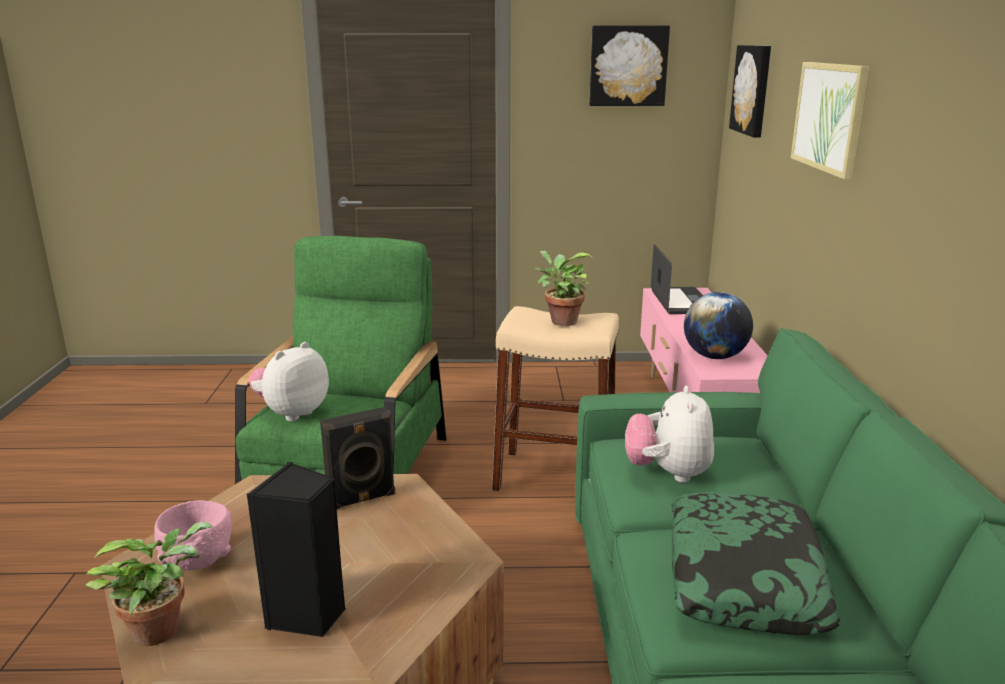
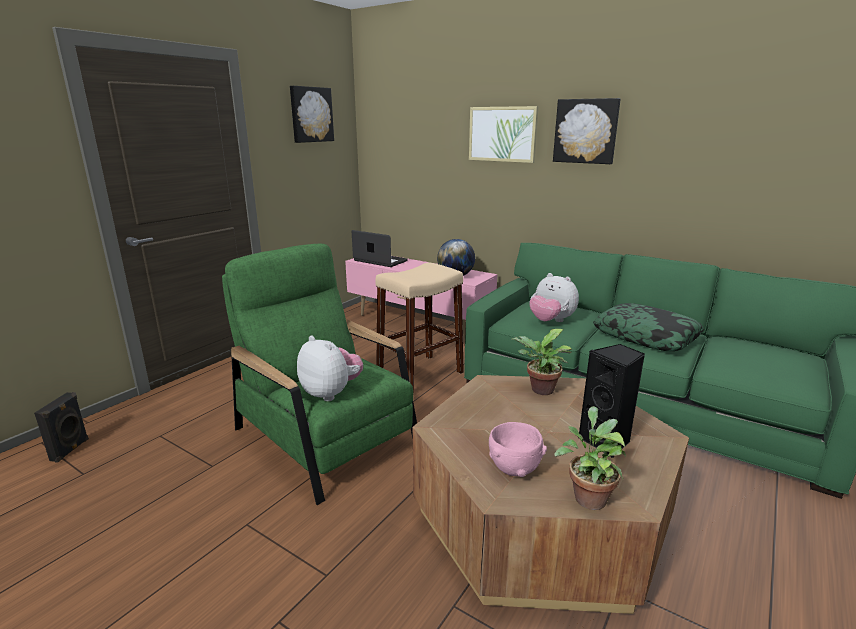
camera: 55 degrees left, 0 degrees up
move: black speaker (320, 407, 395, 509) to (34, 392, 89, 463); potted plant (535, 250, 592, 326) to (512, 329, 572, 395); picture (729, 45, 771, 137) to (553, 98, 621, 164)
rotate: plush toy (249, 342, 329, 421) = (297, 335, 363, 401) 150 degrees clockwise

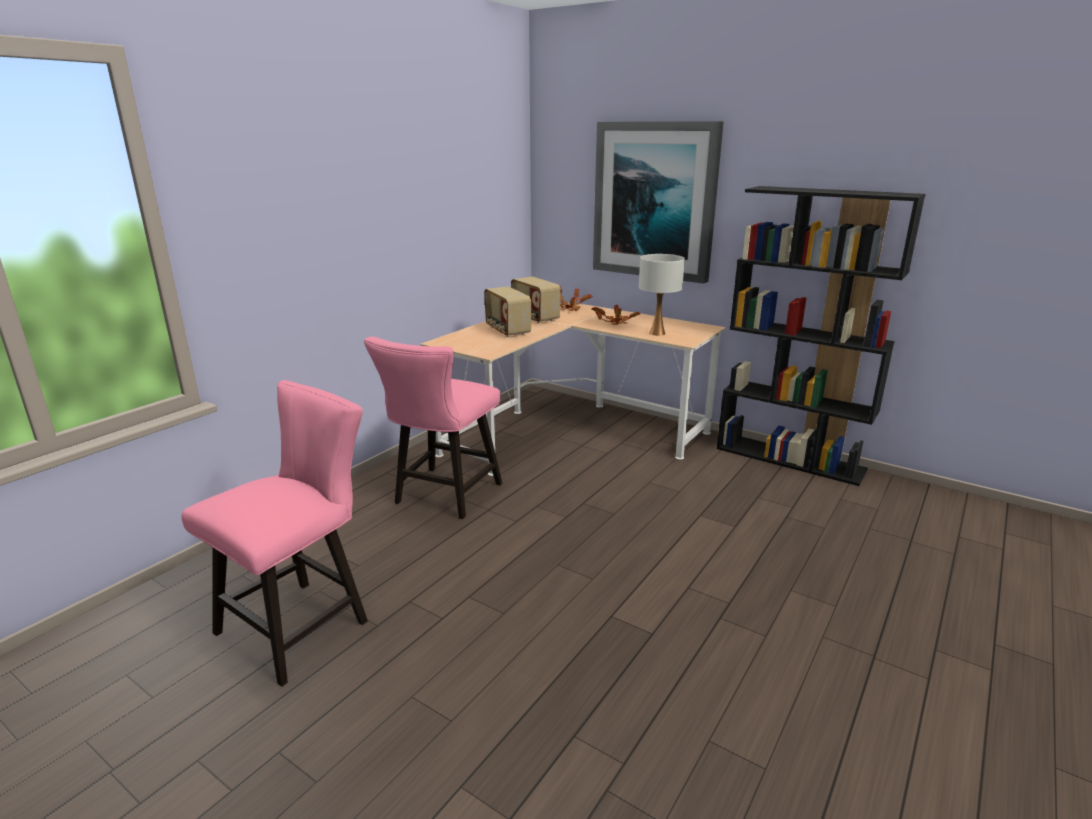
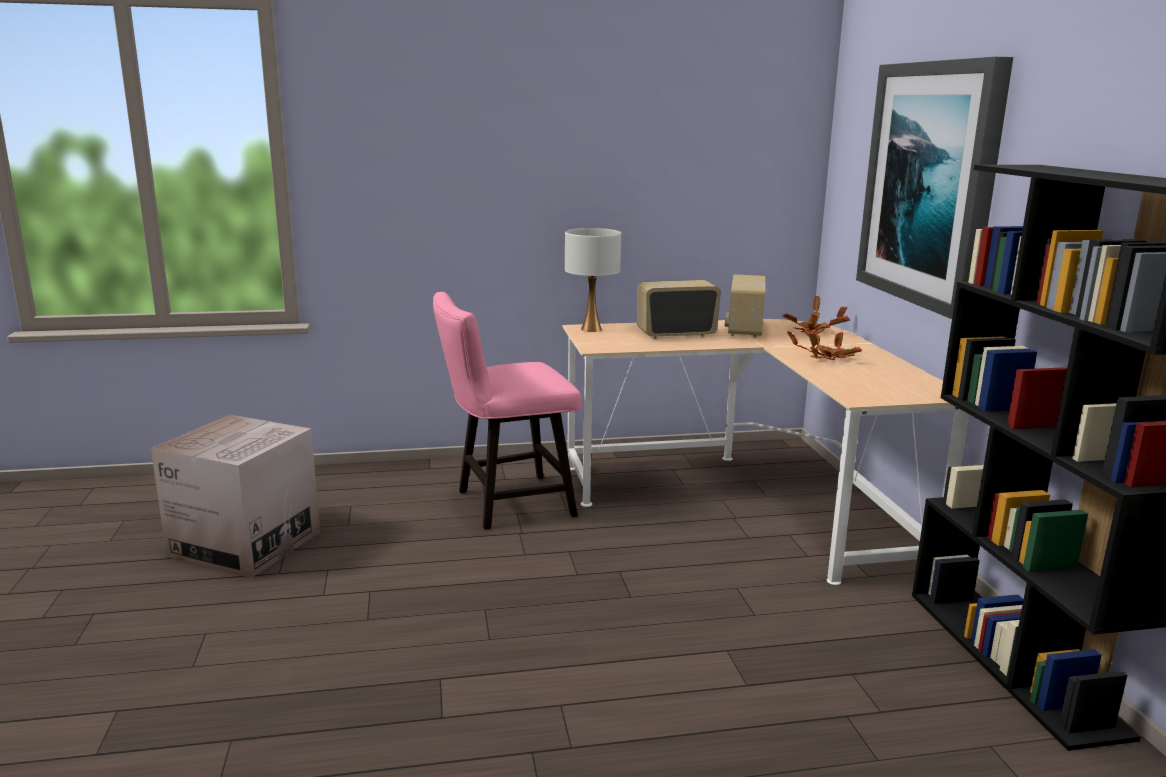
camera: 45 degrees right, 5 degrees down
move: white table lamp (639, 254, 685, 336) to (565, 228, 621, 332)
replace: pink chair (181, 380, 368, 687) to cardboard box (151, 415, 320, 578)
rotate: radio (484, 286, 531, 337) = (637, 280, 721, 339) 60 degrees clockwise

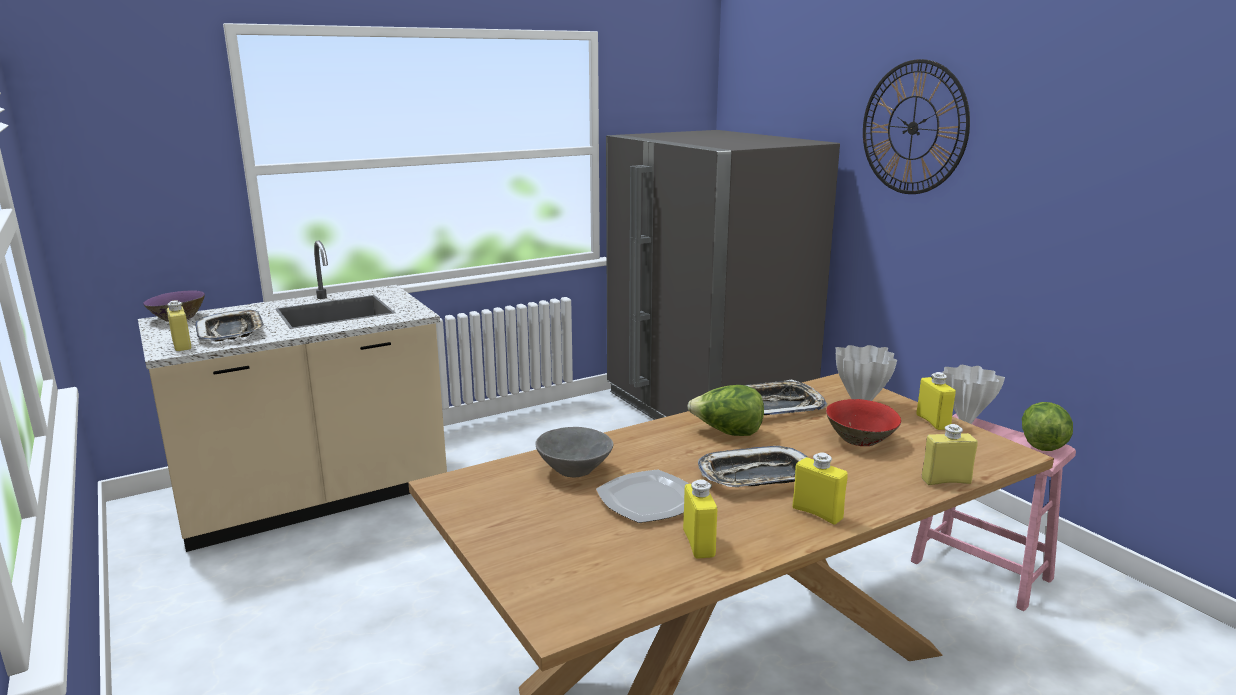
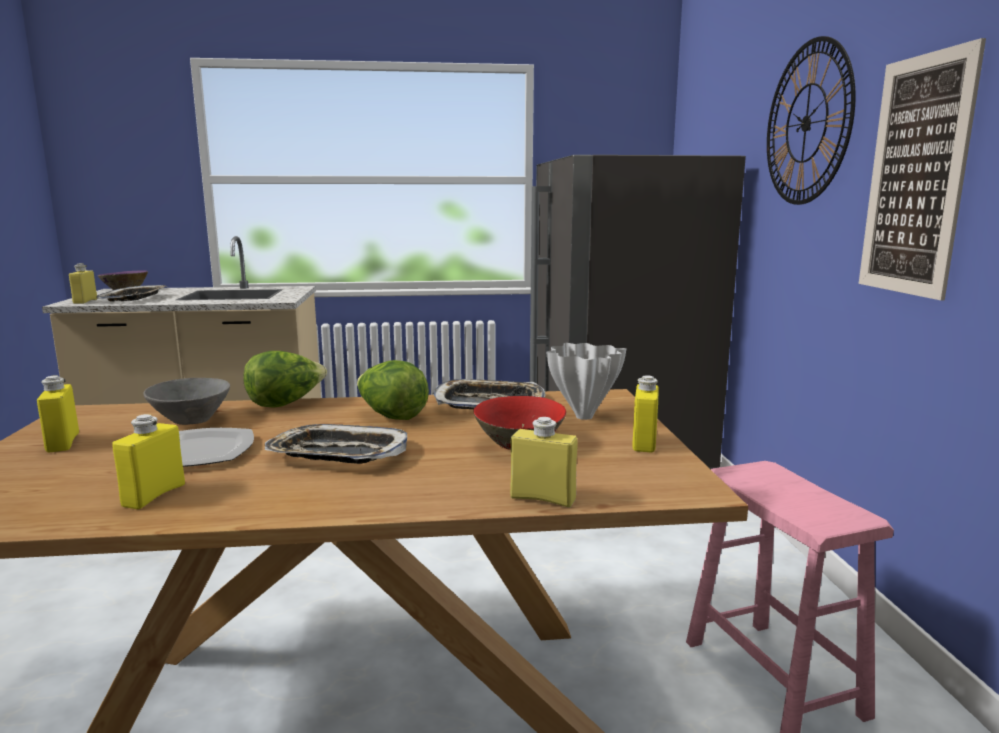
camera: 25 degrees right, 5 degrees down
delete: white vase (942, 365, 1005, 424)
insert: picture (859, 38, 986, 301)
move: yellow bottle (793, 452, 848, 525) to (37, 375, 79, 452); lettuce (1022, 402, 1073, 451) to (243, 351, 327, 408)

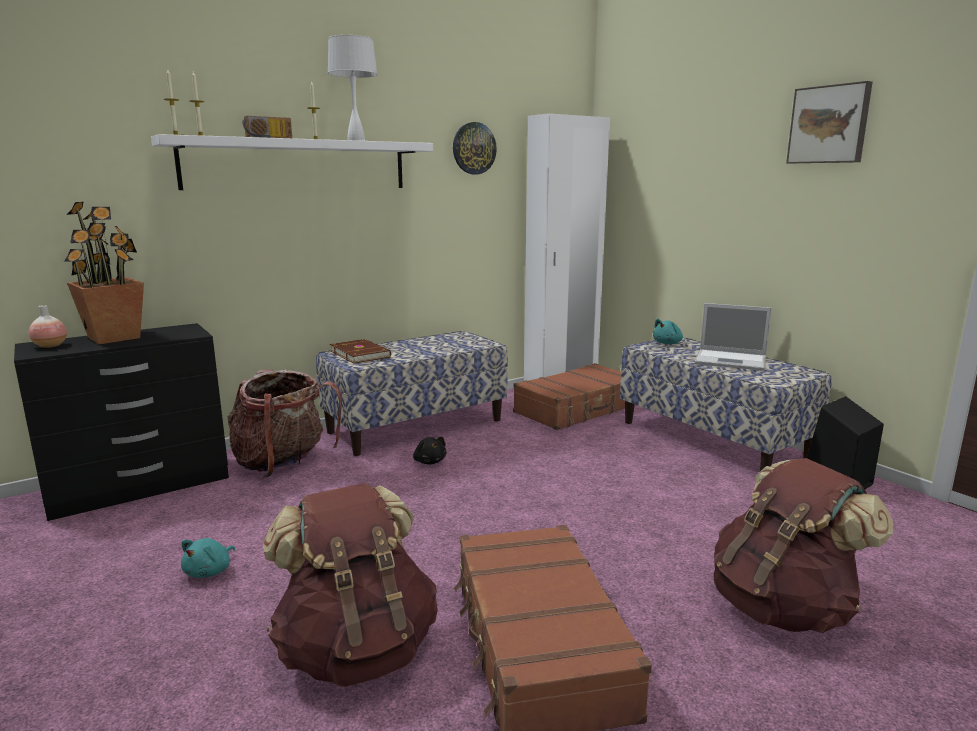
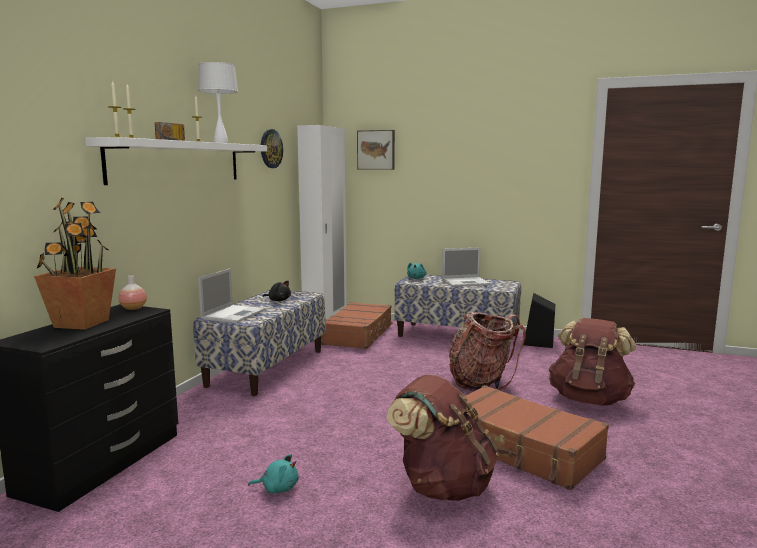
camera: 35 degrees left, 5 degrees down
move: vase (29, 305, 67, 348) to (118, 275, 147, 310); black plush toy (413, 437, 447, 464) to (263, 281, 291, 301); picture (786, 81, 873, 163) to (357, 130, 395, 170); backpack (228, 369, 342, 478) to (449, 312, 526, 391)
replace: brown book (330, 339, 391, 364) to laptop (198, 268, 265, 323)
rotate: turquoise plush toy (181, 538, 235, 578) = (248, 454, 299, 494) 75 degrees counterclockwise

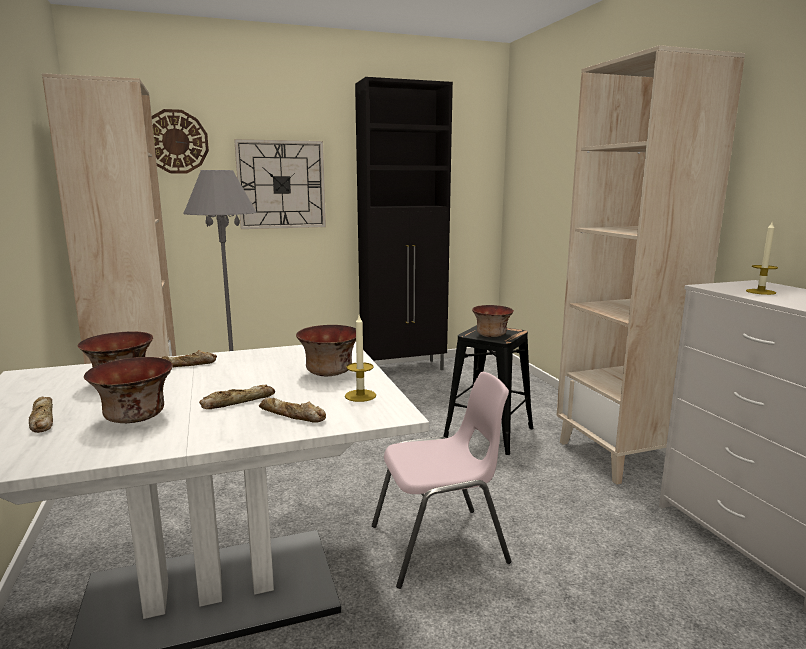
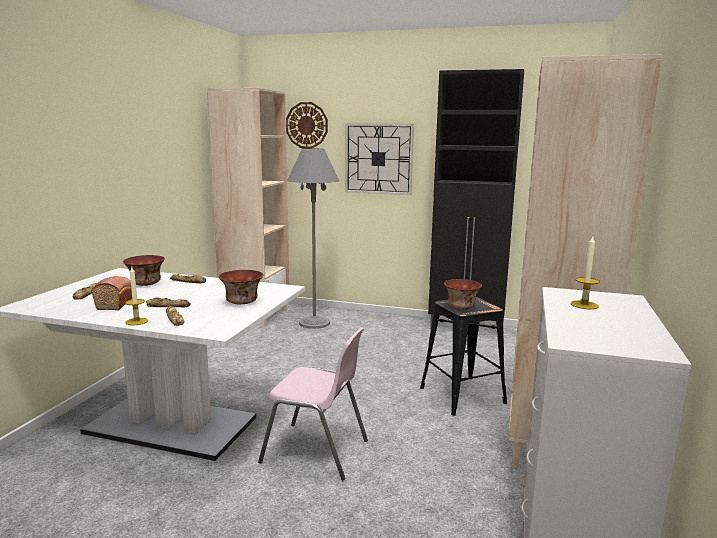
camera: 35 degrees right, 0 degrees up
move: candle (345, 315, 376, 402) to (125, 267, 148, 325)
replace: bowl (84, 357, 173, 423) to bread (92, 276, 132, 310)

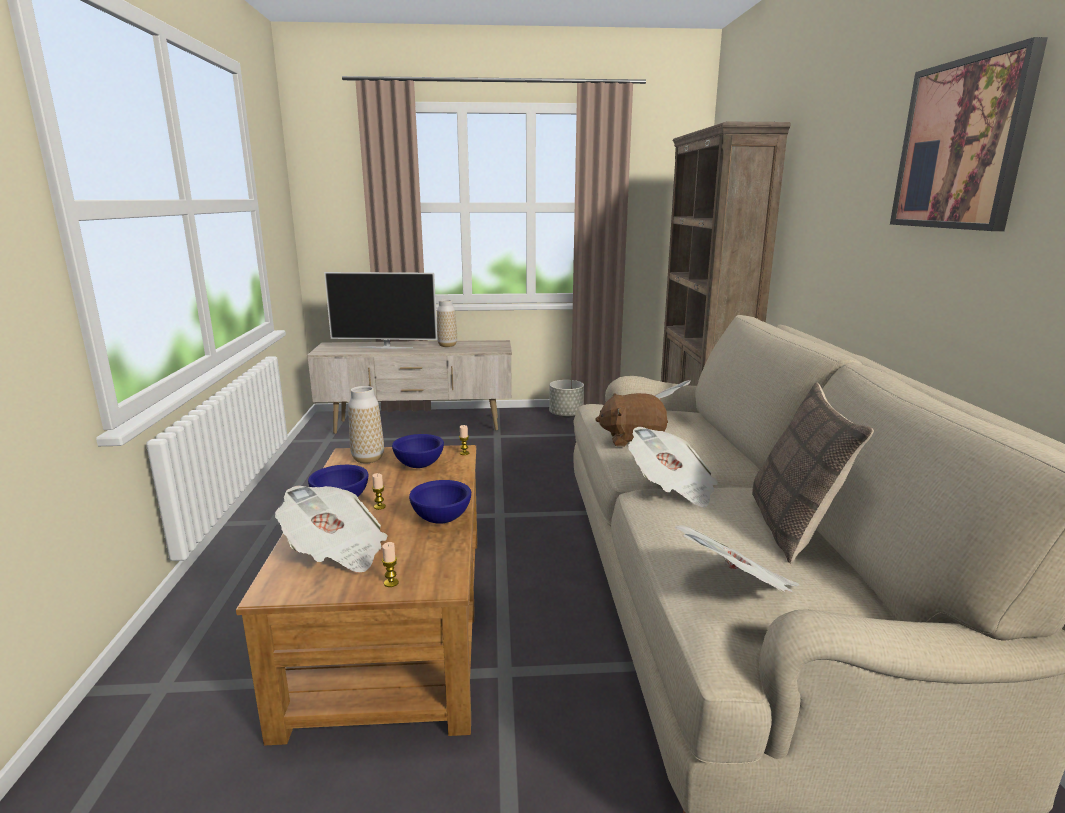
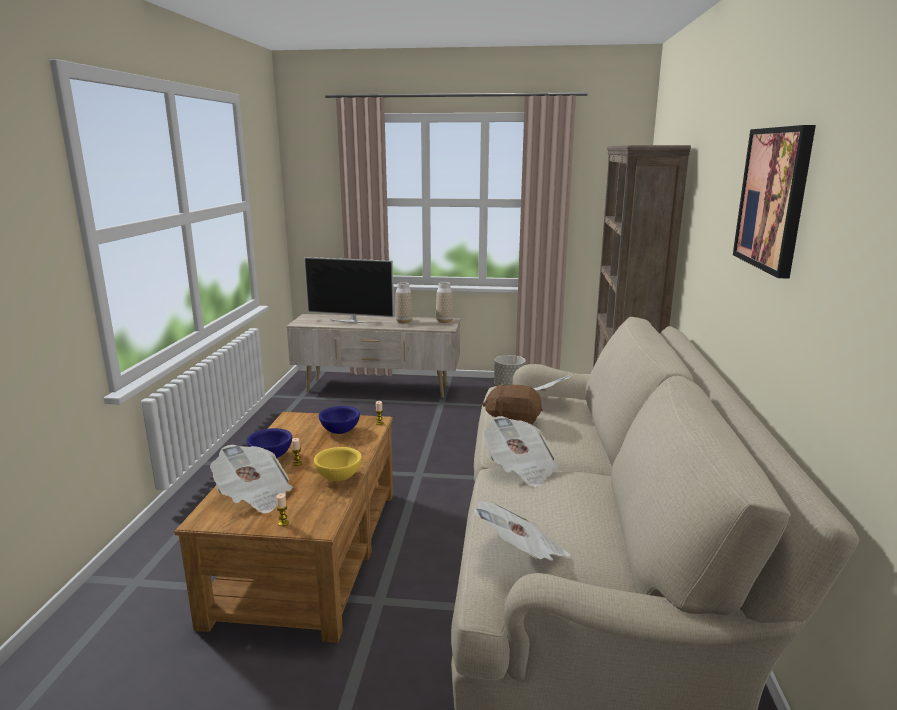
camera: 10 degrees right, 0 degrees up
delete: pillow (752, 382, 874, 564)
move: vase (348, 386, 384, 463) to (436, 282, 453, 323)
recolor: blue bowl (409, 480, 471, 524) to yellow bowl (314, 447, 362, 481)

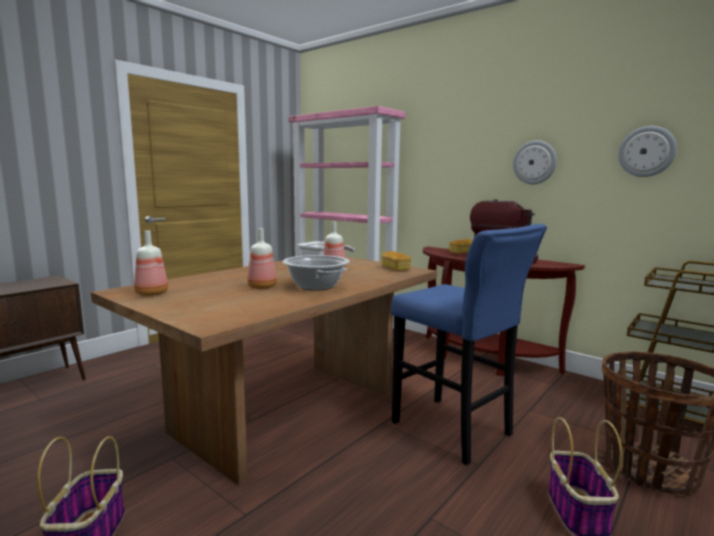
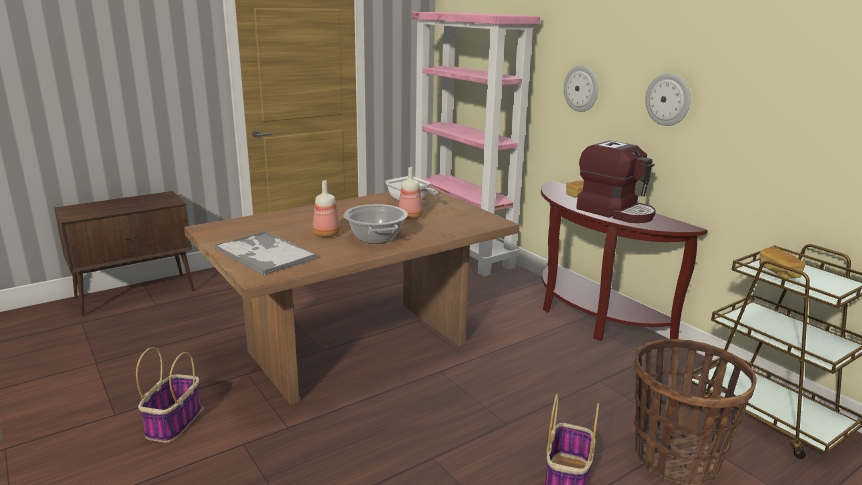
camera: 15 degrees right, 10 degrees up
delete: bottle (134, 230, 168, 296); blue stool (391, 224, 547, 465)
insert: tray (214, 231, 317, 276)
move: wall clock (618, 126, 677, 177) to (564, 65, 598, 112); bread (381, 251, 411, 271) to (759, 247, 805, 279)

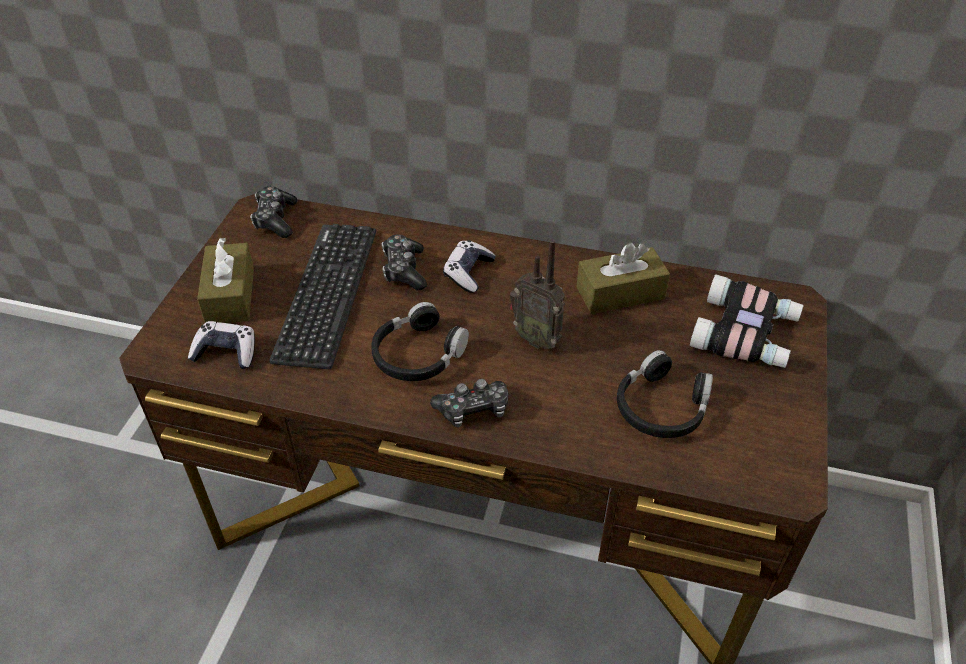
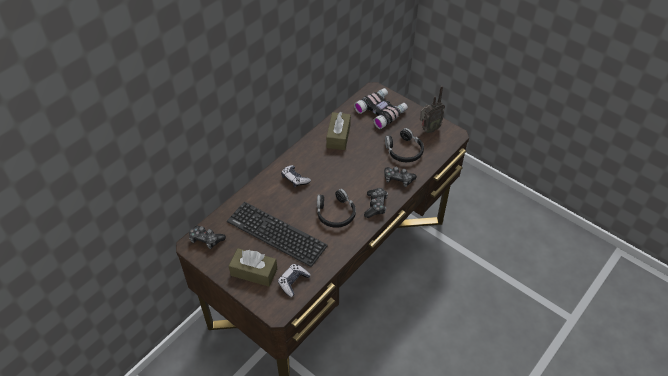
camera: 65 degrees left, 5 degrees up
move: game controller (381, 234, 427, 291) to (384, 167, 417, 187); radio (510, 239, 565, 349) to (420, 85, 445, 133)

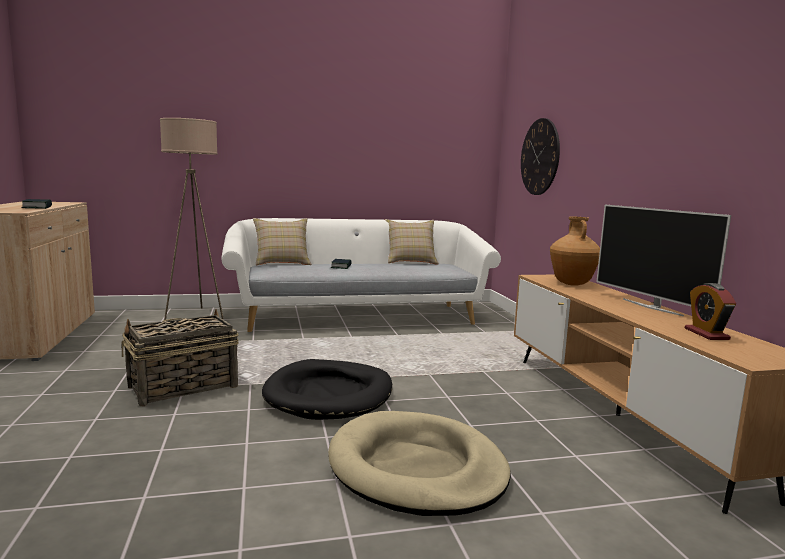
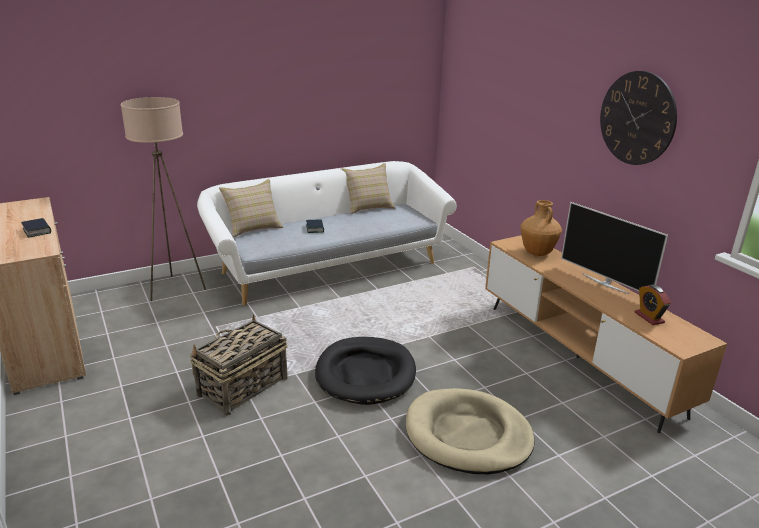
camera: 15 degrees left, 15 degrees up
move: wall clock (521, 118, 560, 195) to (600, 71, 677, 165)

